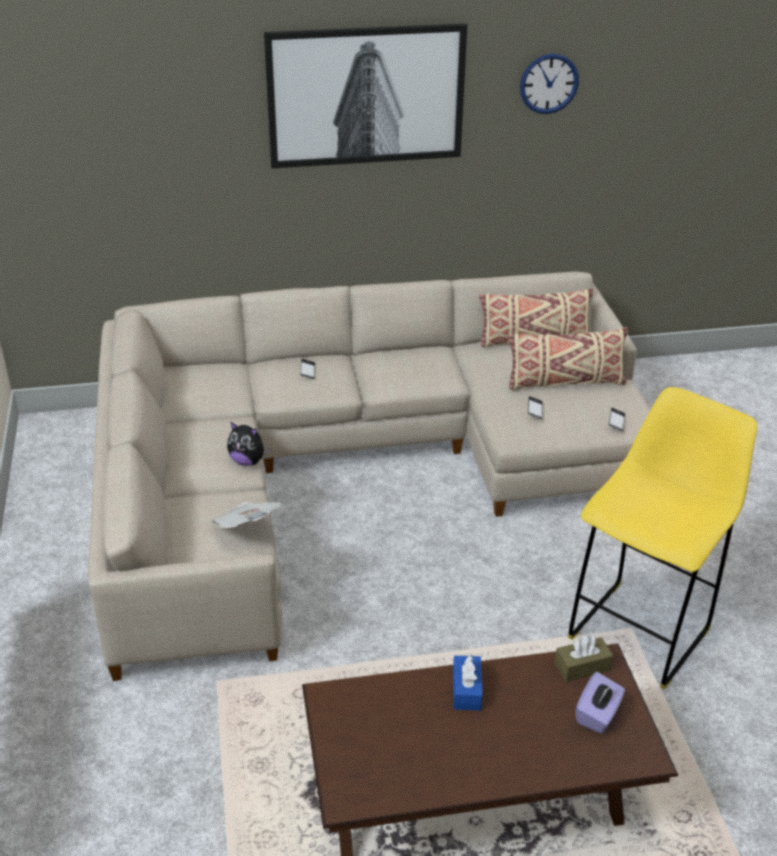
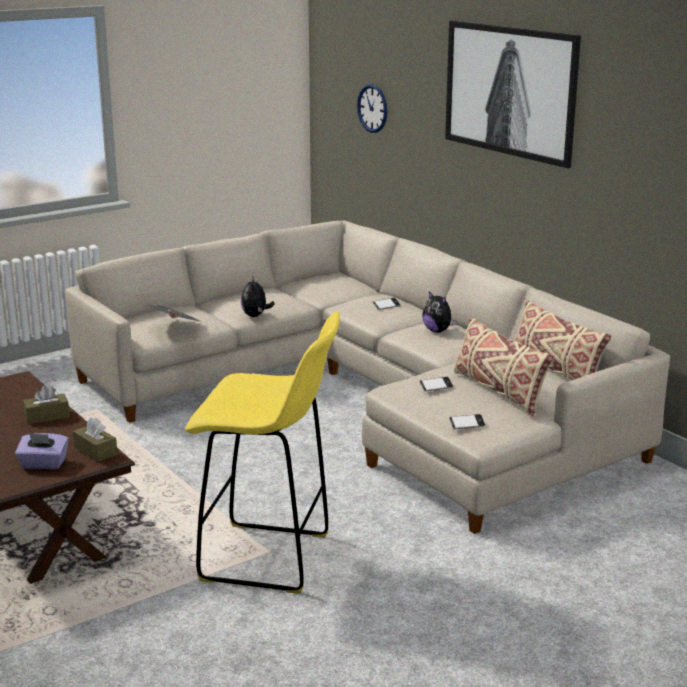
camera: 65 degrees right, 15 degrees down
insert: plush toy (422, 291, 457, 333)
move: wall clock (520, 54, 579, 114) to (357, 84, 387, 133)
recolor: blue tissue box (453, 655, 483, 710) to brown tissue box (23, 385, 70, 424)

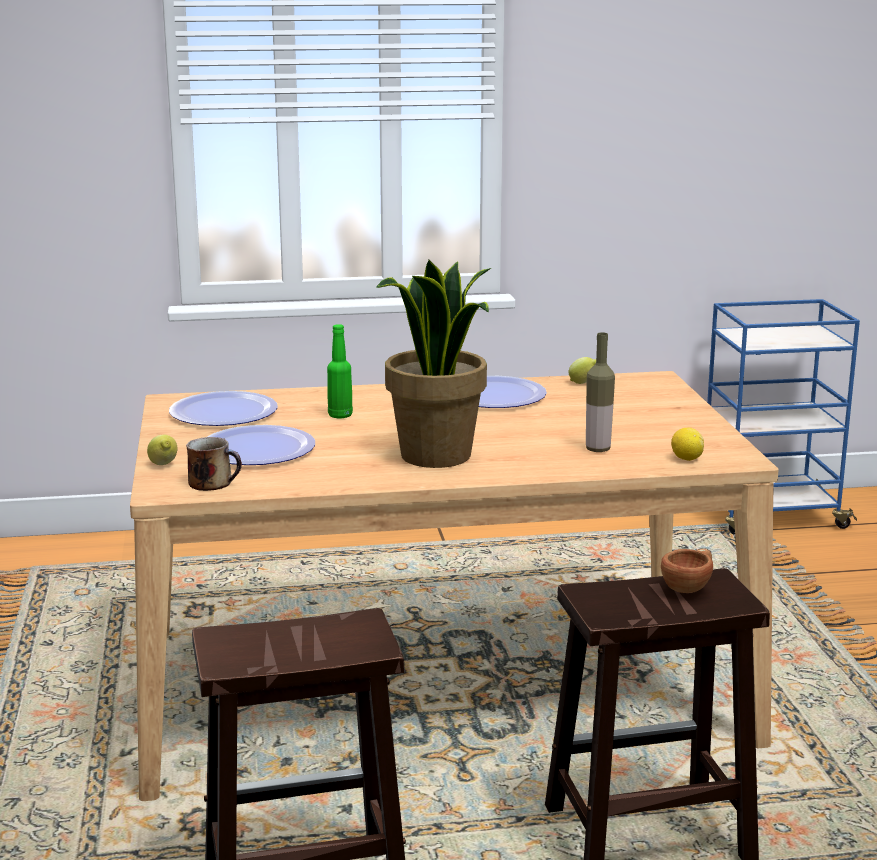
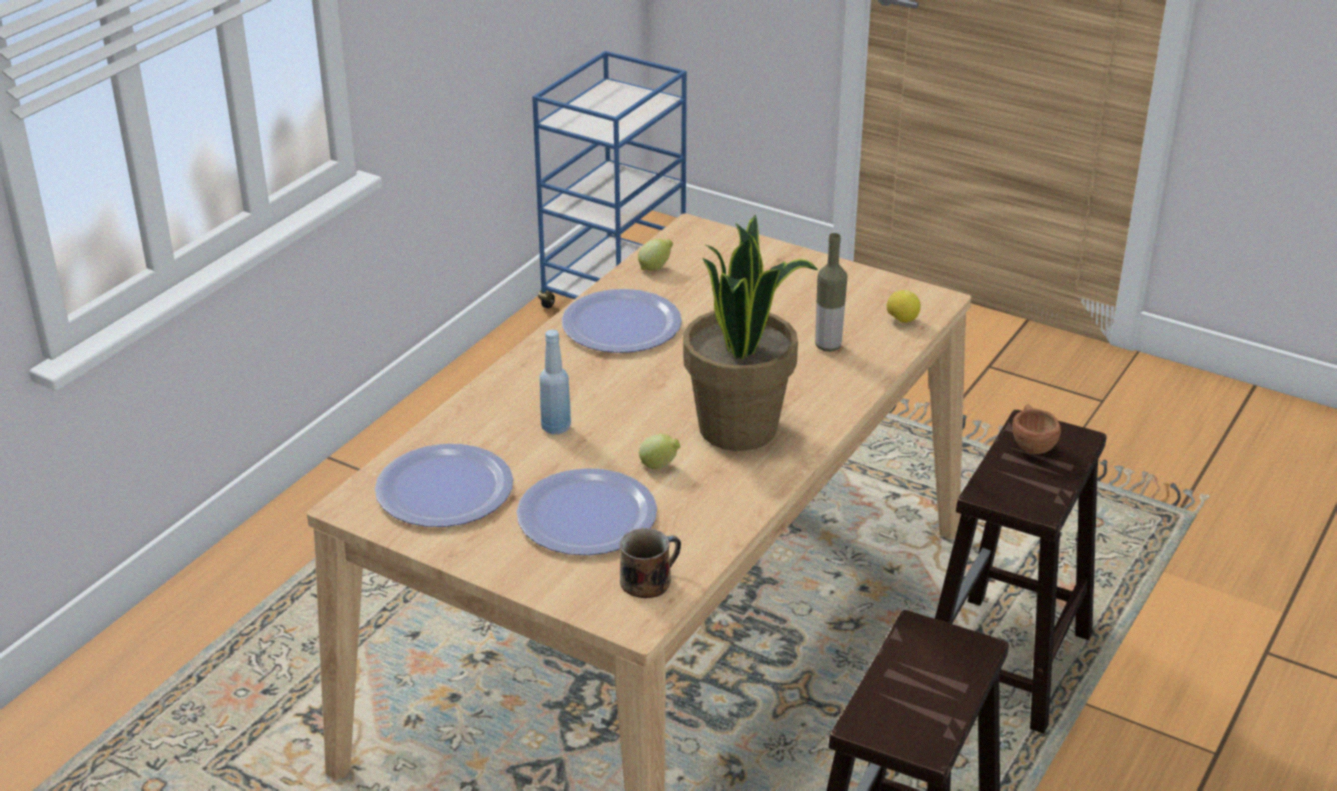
camera: 50 degrees left, 15 degrees up
move: lemon (147, 435, 177, 465) to (639, 434, 681, 469)
recolor: green bottle (327, 324, 353, 418) to blue bottle (539, 330, 571, 434)

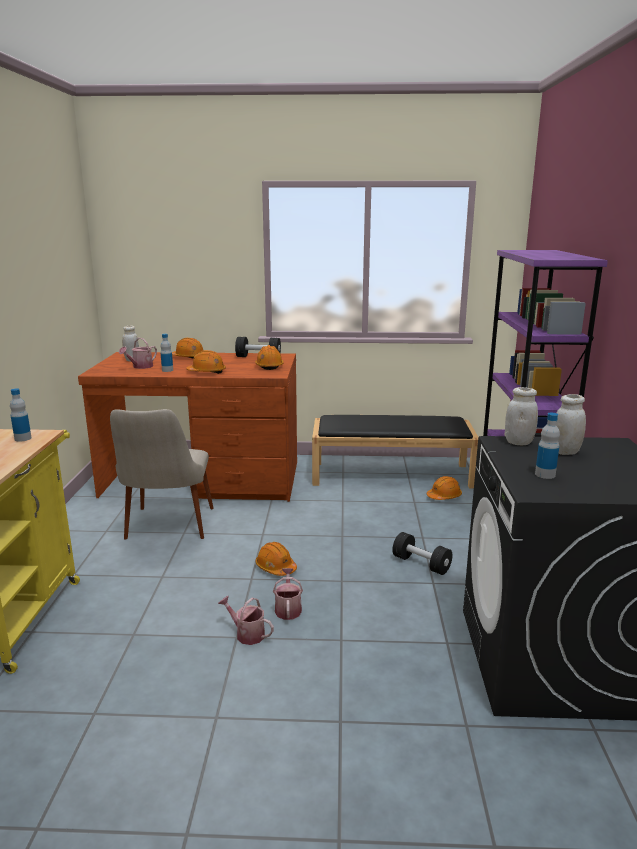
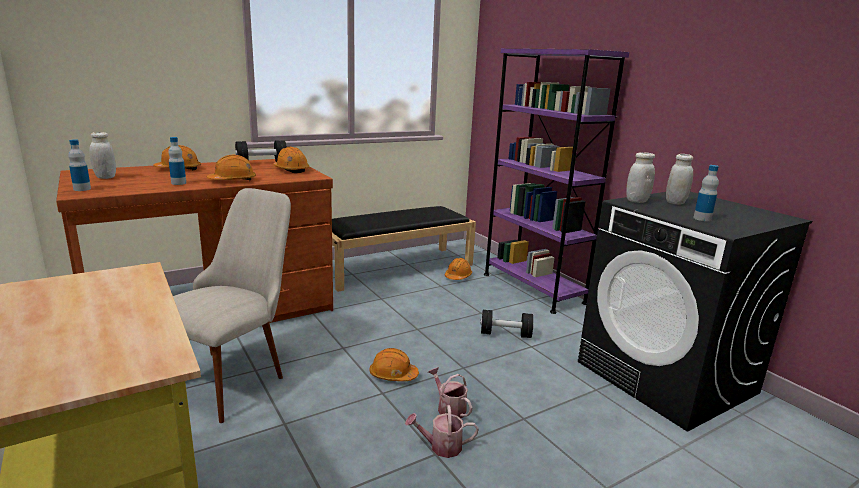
camera: 35 degrees left, 0 degrees up
delete: watering can (119, 338, 157, 369)
move: bottle (10, 388, 32, 442) to (68, 139, 91, 191)
rotate: beige chair (110, 409, 214, 539) = (173, 188, 291, 423) 120 degrees counterclockwise

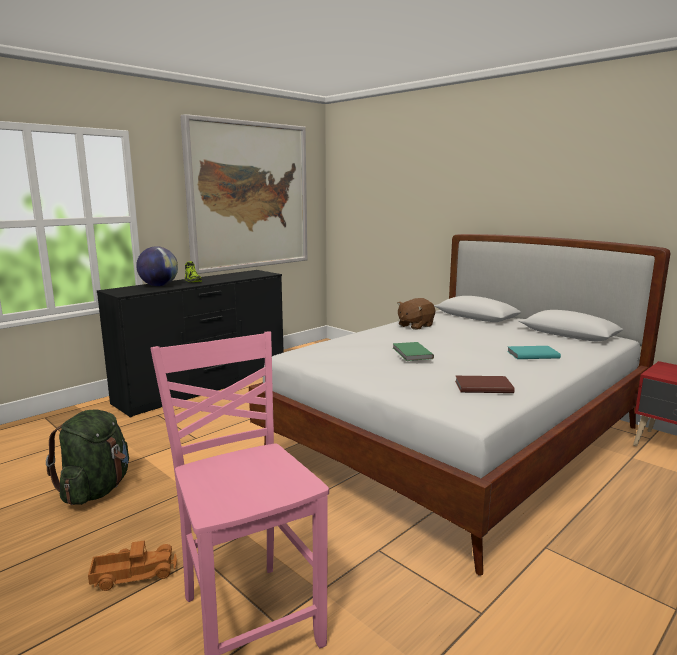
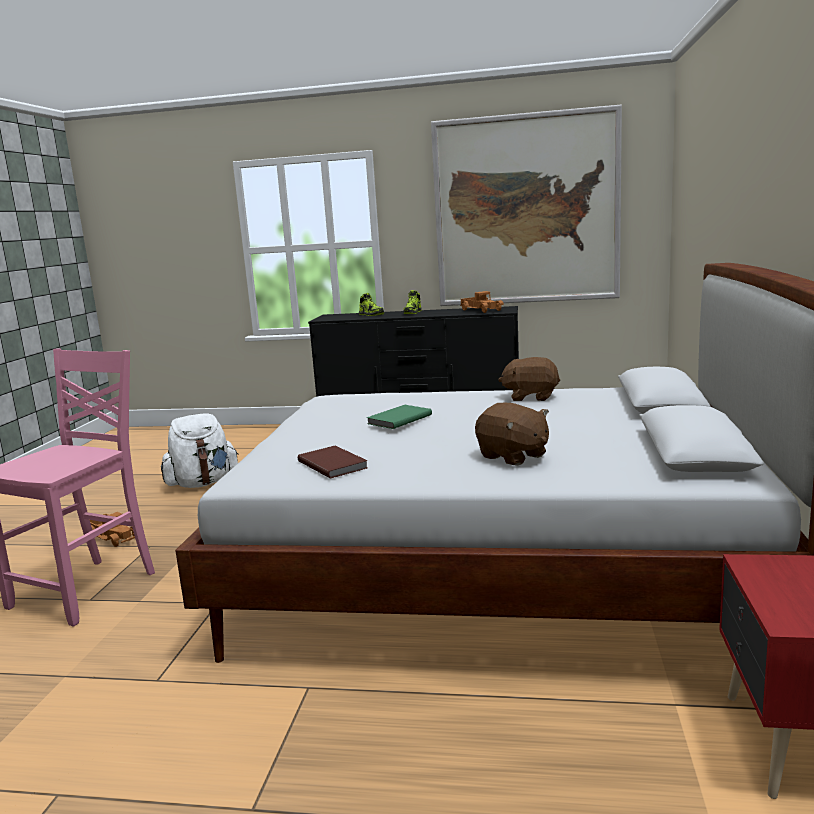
camera: 55 degrees right, 0 degrees up
insert: toy truck (460, 291, 504, 313)
replace: globe (136, 246, 178, 286) to shoe (359, 293, 384, 316); turquoise book (507, 346, 561, 359) to brown plush toy (475, 403, 549, 466)
recolor: green backpack (46, 410, 129, 505) to white backpack (161, 413, 239, 488)

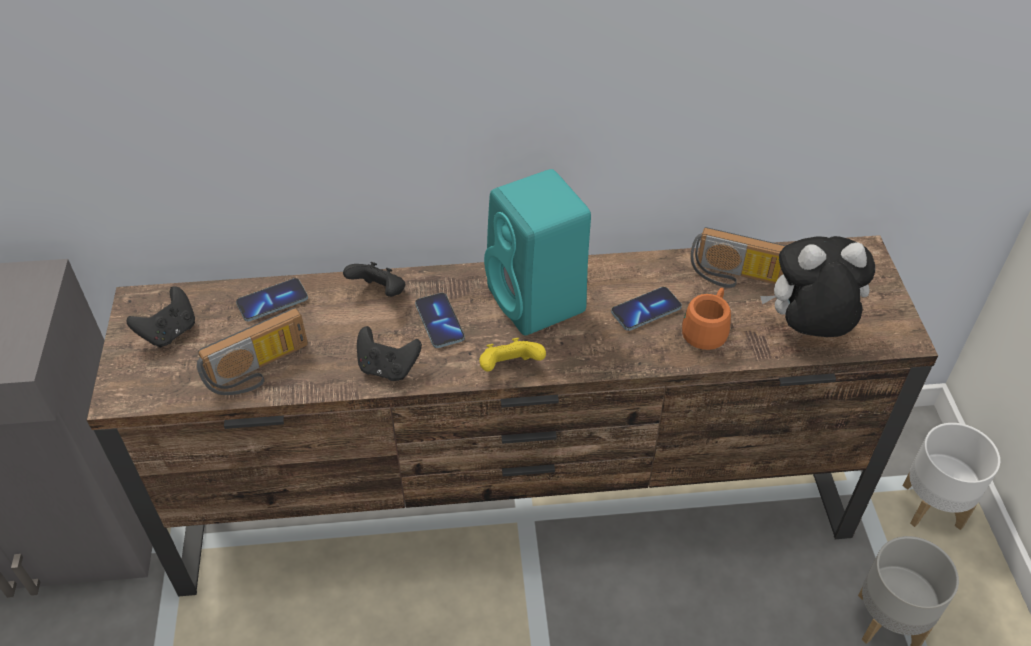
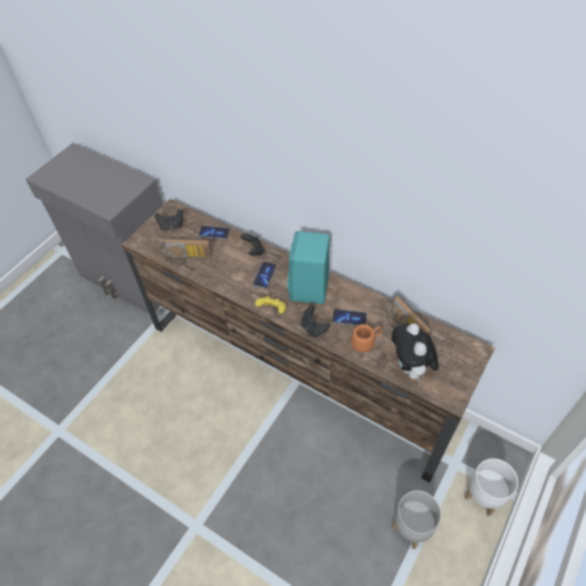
camera: 40 degrees right, 5 degrees up
move: black game controller (357, 326, 422, 381) to (301, 306, 330, 337)
rotate: plush toy (760, 236, 875, 337) = (392, 323, 438, 384) 135 degrees counterclockwise

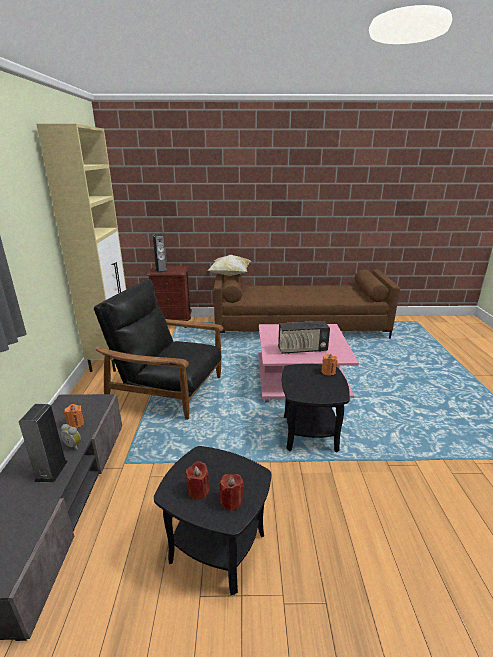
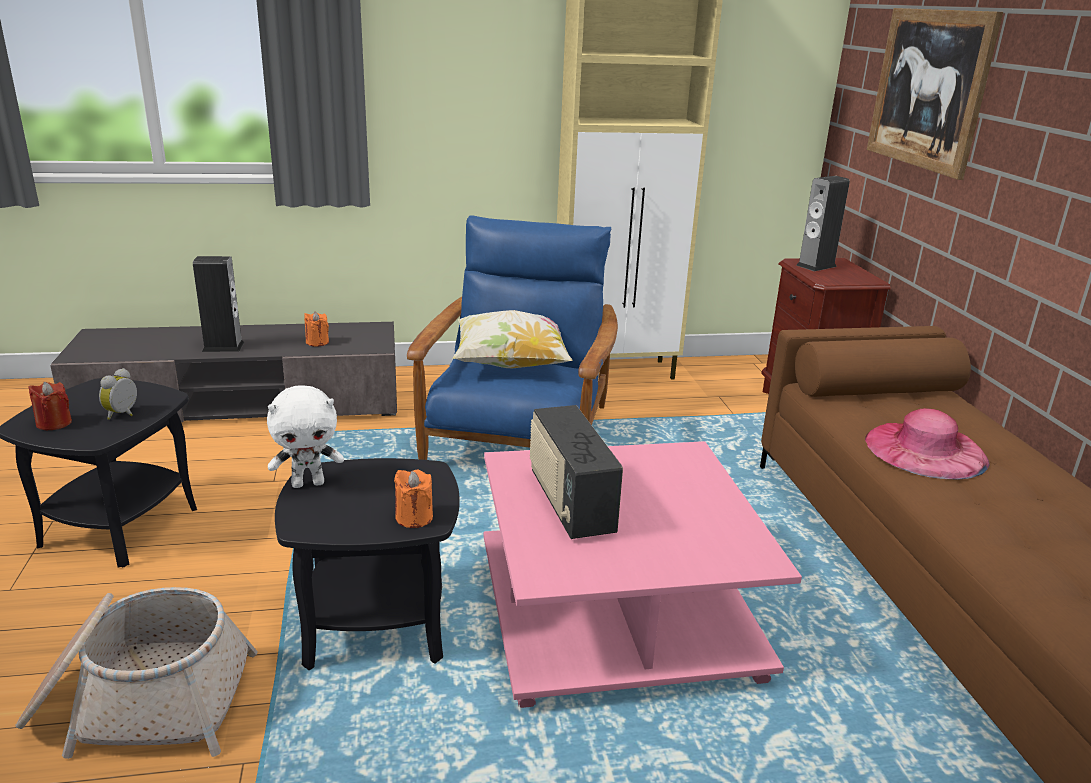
camera: 80 degrees right, 0 degrees up
delete: red candle (186, 461, 209, 499)
insert: basket (16, 587, 258, 759); white plush toy (267, 385, 344, 488); pink hat (865, 408, 990, 479); picture (867, 8, 1003, 180)
move: alarm clock (60, 424, 81, 450) to (99, 368, 137, 420); pillow (207, 255, 251, 276) to (452, 310, 573, 368)
recolor: black armchair (94, 279, 224, 420) to blue armchair (407, 215, 618, 460)

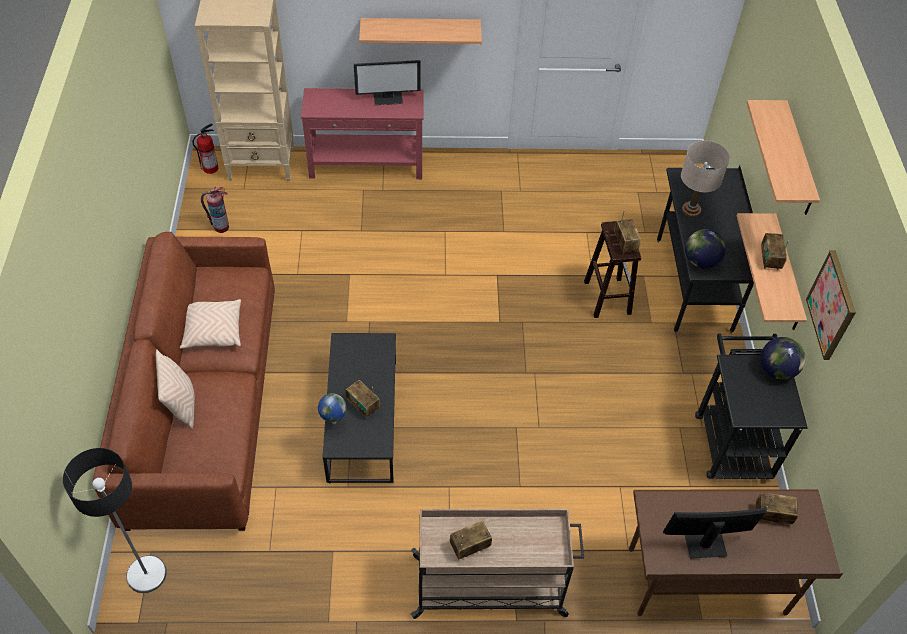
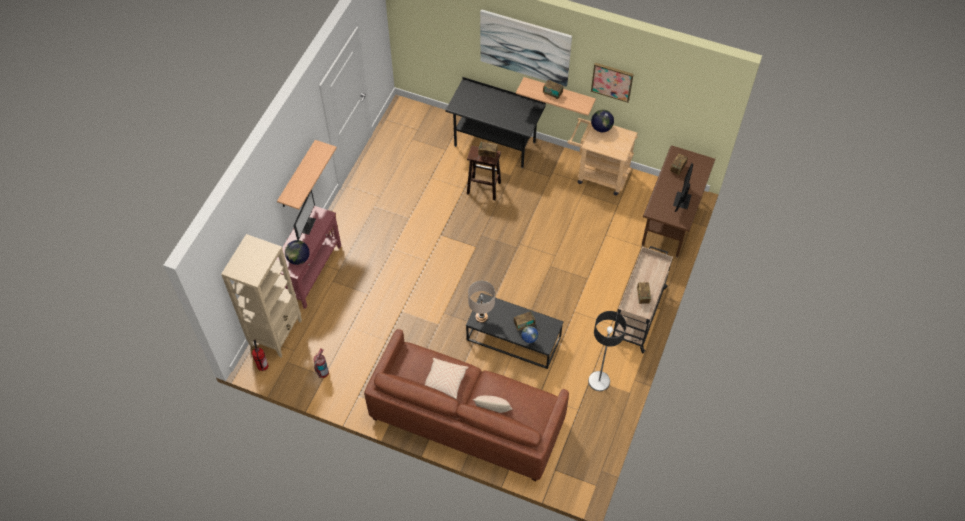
camera: 65 degrees left, 5 degrees up
move: globe (685, 229, 726, 269) to (285, 240, 310, 265); beige table lamp (681, 141, 730, 218) to (468, 281, 495, 323); floor lamp (63, 448, 167, 593) to (588, 311, 627, 391)
replace: shelf (746, 100, 820, 215) to picture (480, 9, 572, 87)
recolor: black cart (695, 333, 808, 479) to beige cart (567, 118, 638, 195)

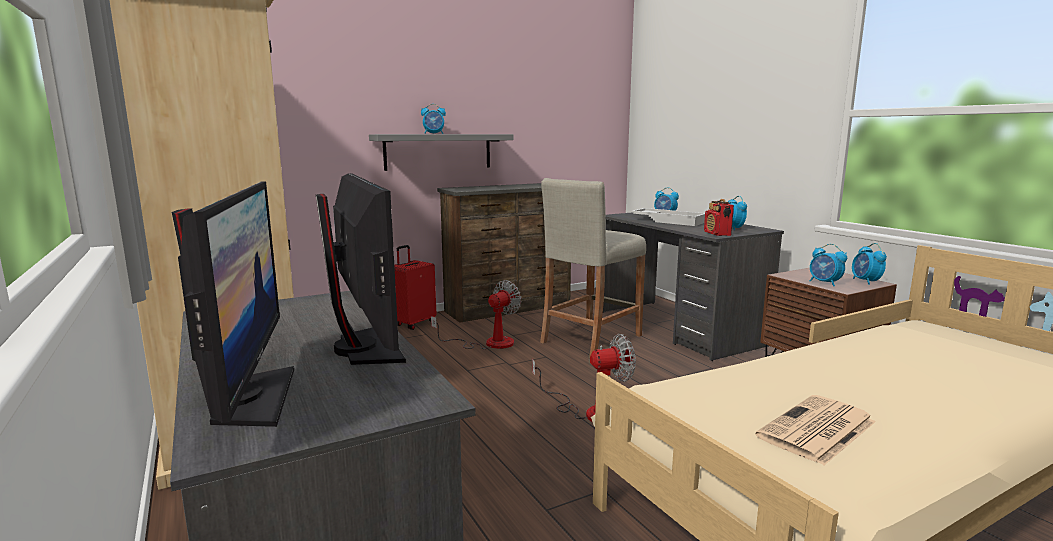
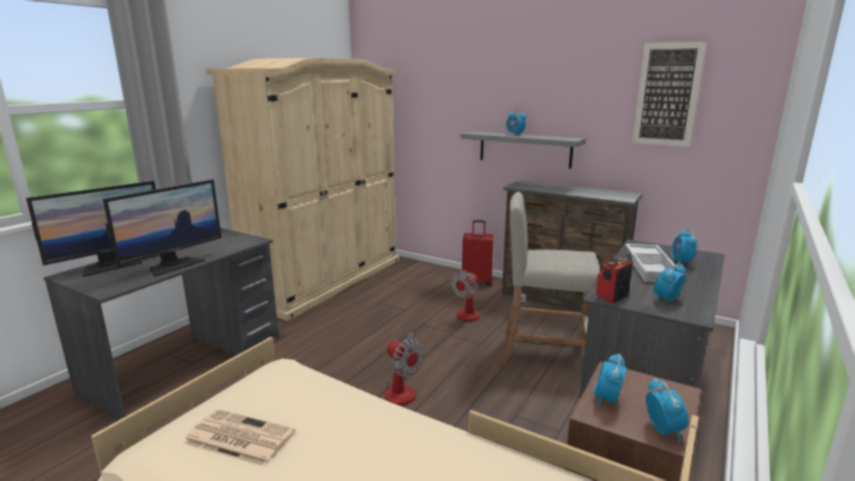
camera: 60 degrees right, 5 degrees up
insert: picture (632, 42, 706, 147)
rotate: fan (431, 280, 522, 349) = (451, 270, 526, 322) 120 degrees clockwise; alarm clock (852, 243, 887, 285) = (646, 378, 689, 442) 120 degrees clockwise

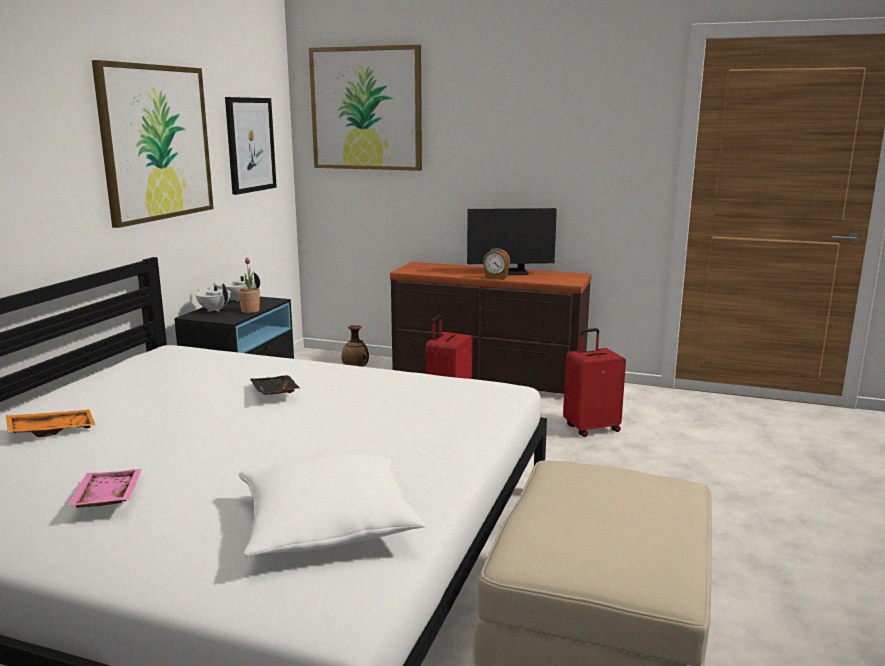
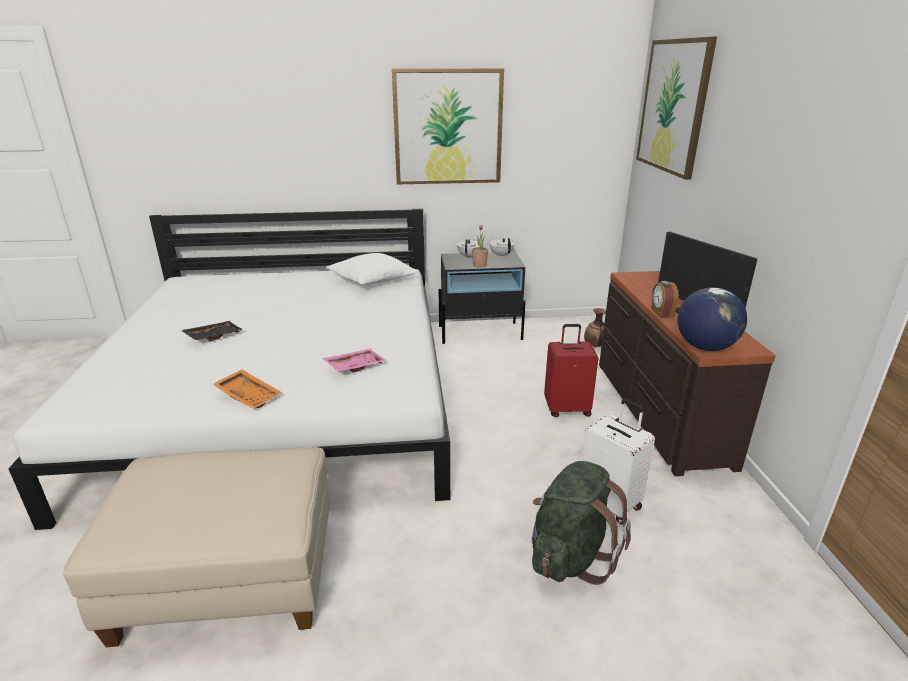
camera: 65 degrees right, 10 degrees up
delete: picture (225, 97, 277, 195)
insert: green backpack (532, 461, 631, 585); globe (678, 287, 747, 351)
move: black tray (250, 375, 300, 395) to (181, 321, 243, 341); orange tray (6, 409, 95, 437) to (213, 369, 281, 409); pink tray (66, 469, 142, 508) to (322, 349, 387, 373); white pillow (238, 454, 427, 557) to (326, 253, 417, 285)
recolor: red suitcase (563, 328, 626, 437) to white suitcase (581, 399, 655, 524)

